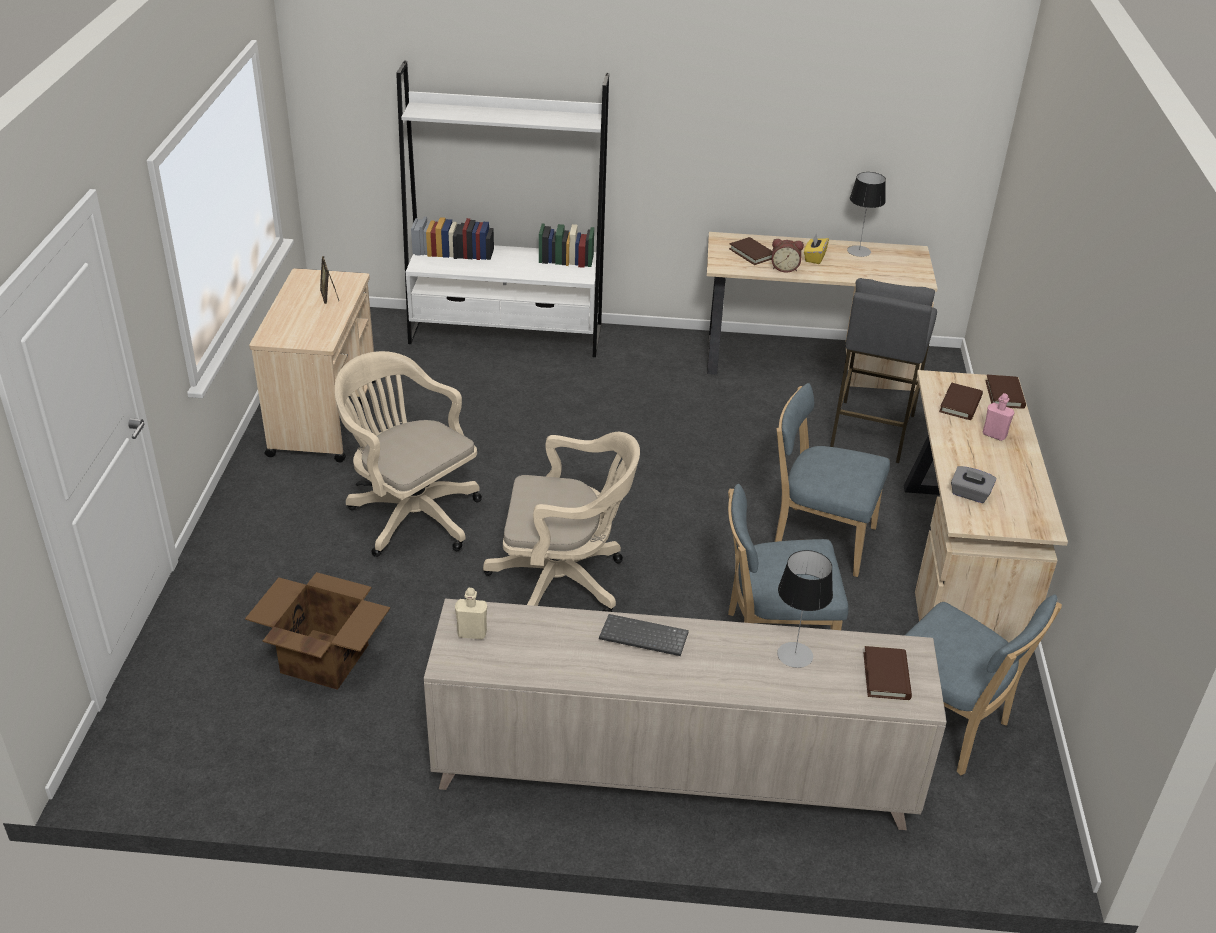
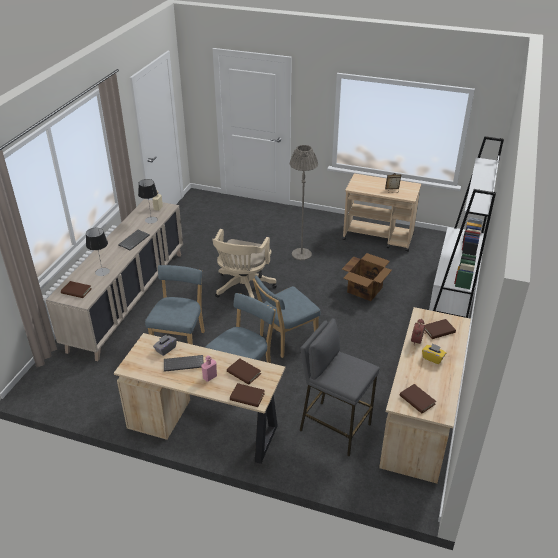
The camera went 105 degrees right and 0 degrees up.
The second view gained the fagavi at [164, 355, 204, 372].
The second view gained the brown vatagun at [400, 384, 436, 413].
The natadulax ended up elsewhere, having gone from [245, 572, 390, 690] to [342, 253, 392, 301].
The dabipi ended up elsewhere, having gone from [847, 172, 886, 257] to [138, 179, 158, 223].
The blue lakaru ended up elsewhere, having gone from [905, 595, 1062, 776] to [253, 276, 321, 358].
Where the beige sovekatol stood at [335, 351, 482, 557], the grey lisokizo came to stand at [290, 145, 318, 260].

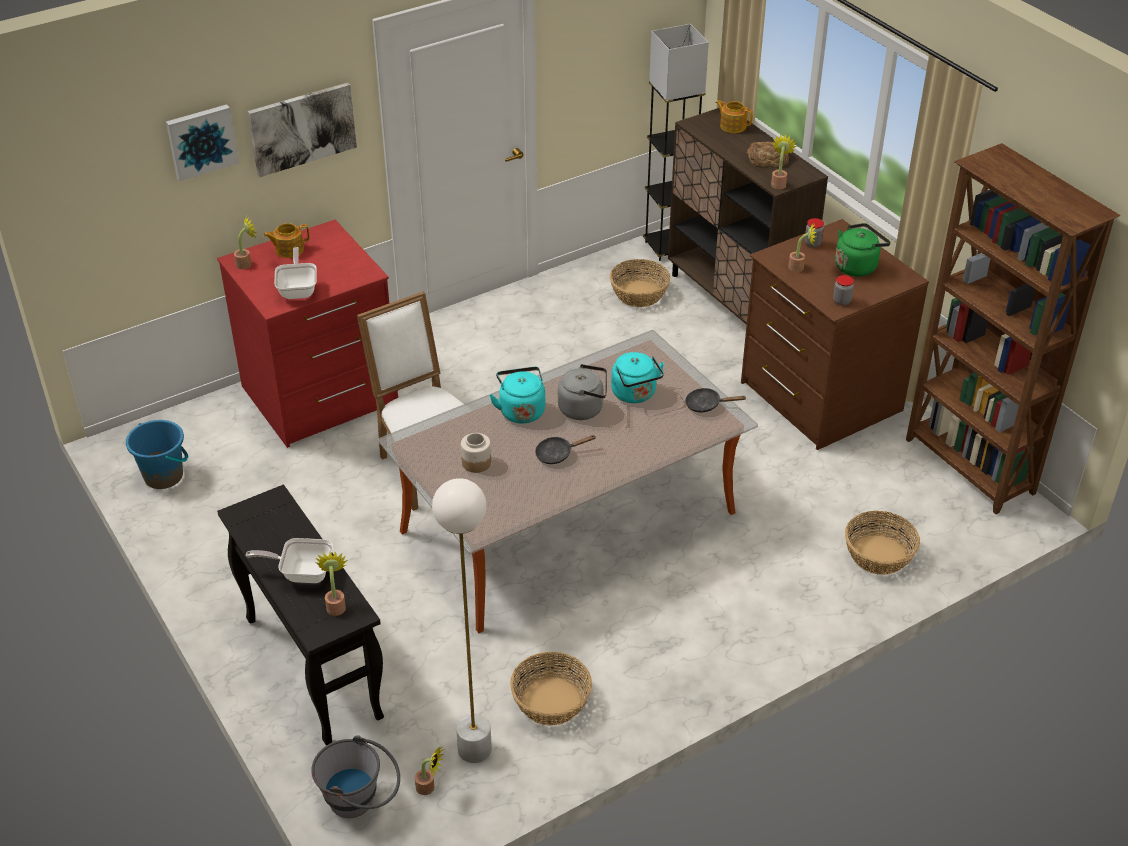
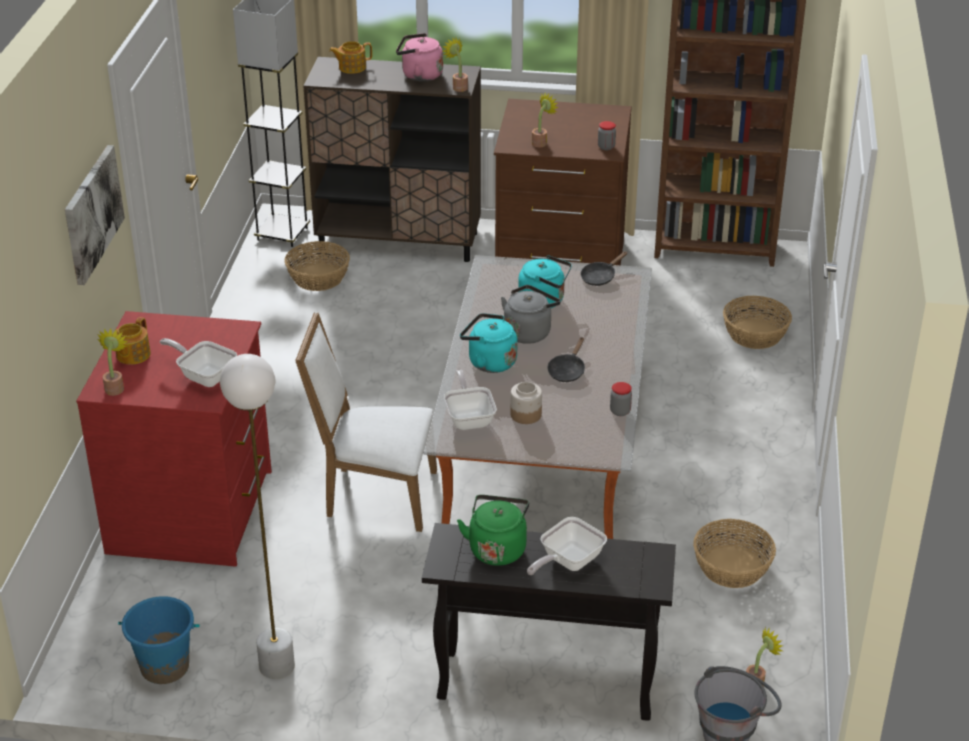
The camera went 50 degrees left and 5 degrees down.
The second view lost the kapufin at [166, 104, 239, 181].
The second view lost the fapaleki at [315, 551, 347, 616].
The second view gained the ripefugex at [444, 369, 497, 430].
The white lisokizo ended up elsewhere, having gone from [432, 478, 492, 763] to [220, 354, 295, 679].
The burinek ended up elsewhere, having gone from [805, 218, 824, 247] to [610, 382, 632, 416].
The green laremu ended up elsewhere, having gone from [835, 223, 891, 277] to [457, 495, 529, 566].
Where the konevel stood at [747, 141, 789, 168], the pink laremu came to stand at [396, 33, 443, 82].

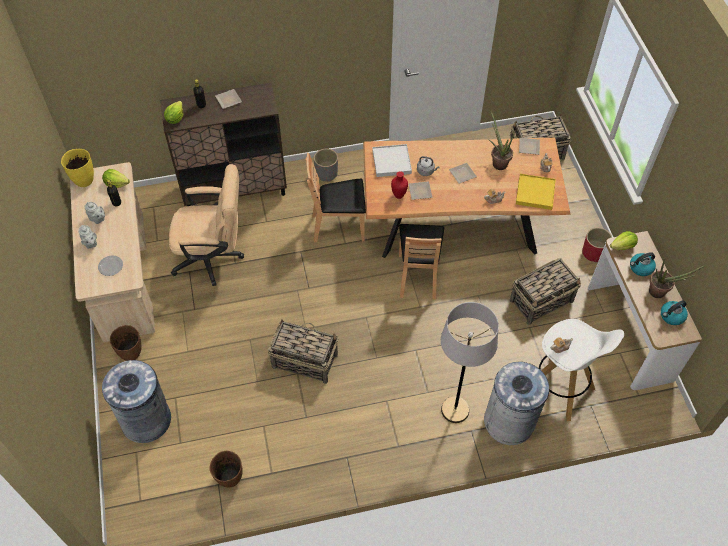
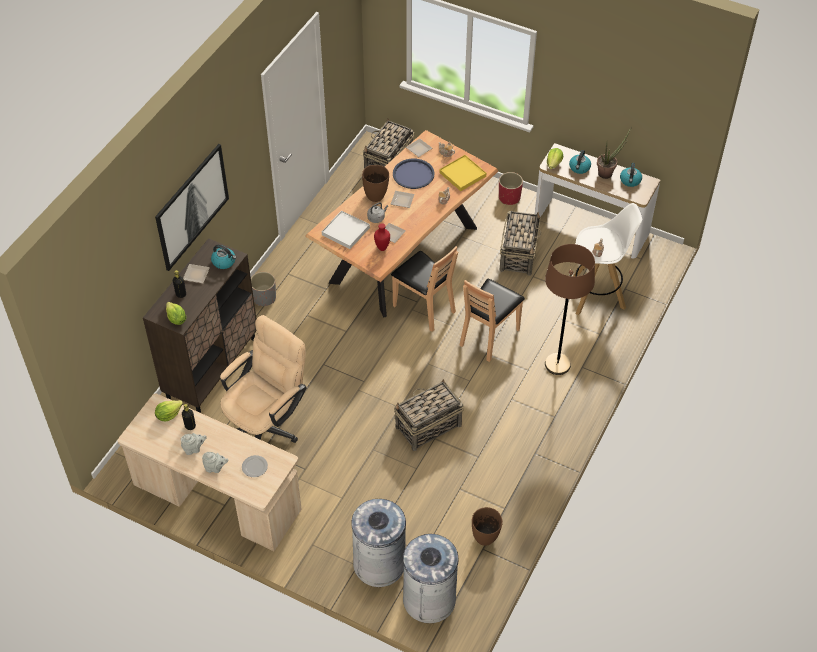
The camera went 50 degrees left and 5 degrees down.
The second view lost the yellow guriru at [61, 149, 94, 187].
The second view gained the kapufin at [155, 144, 229, 271].
The second view gained the laremu at [211, 245, 236, 269].
The brown guriru ended up elsewhere, having gone from [110, 325, 142, 361] to [362, 165, 389, 202].
The brown lakaru ended up elsewhere, having gone from [306, 153, 366, 242] to [460, 279, 525, 362].
The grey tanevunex ended up elsewhere, having gone from [484, 362, 549, 445] to [403, 534, 459, 623].
Where the fapaleki stood at [488, 110, 515, 170], the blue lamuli came to stand at [393, 159, 435, 189].
What was the grey lisokizo at [441, 302, 499, 423] turned into the brown lisokizo at [545, 244, 595, 375].

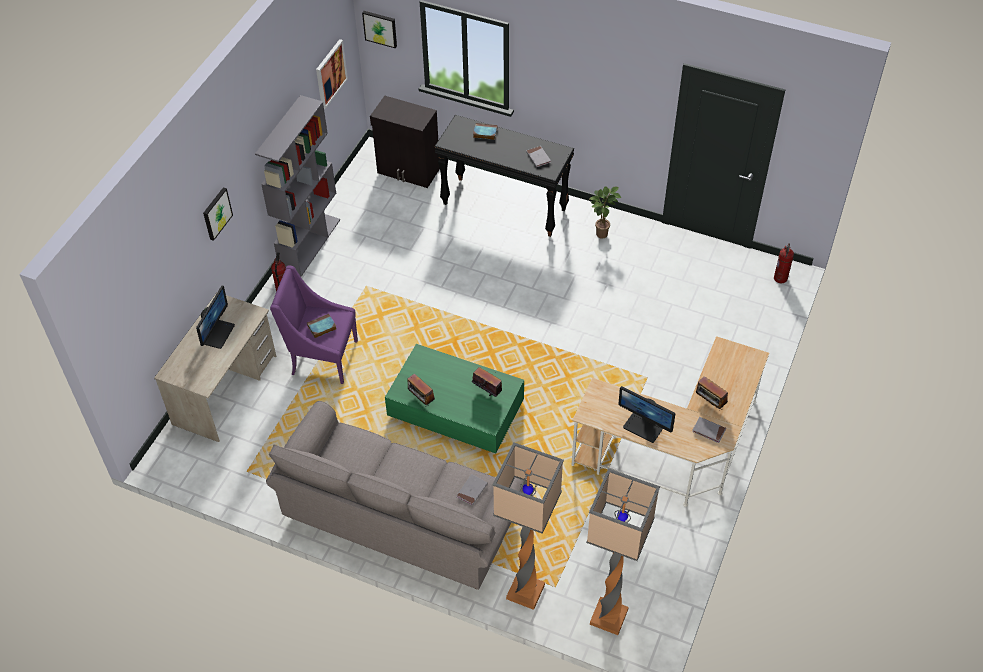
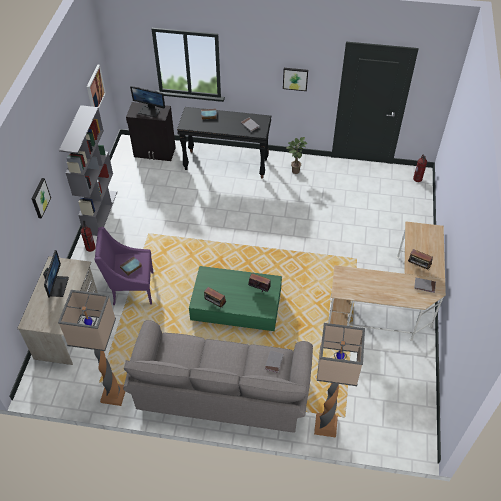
The camera went 15 degrees left and 0 degrees up.
The kapufin ended up elsewhere, having gone from [362, 11, 397, 48] to [283, 68, 308, 91].
The lisokizo ended up elsewhere, having gone from [586, 468, 660, 635] to [58, 290, 125, 406].
The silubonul ended up elsewhere, having gone from [618, 386, 675, 443] to [130, 86, 165, 117].

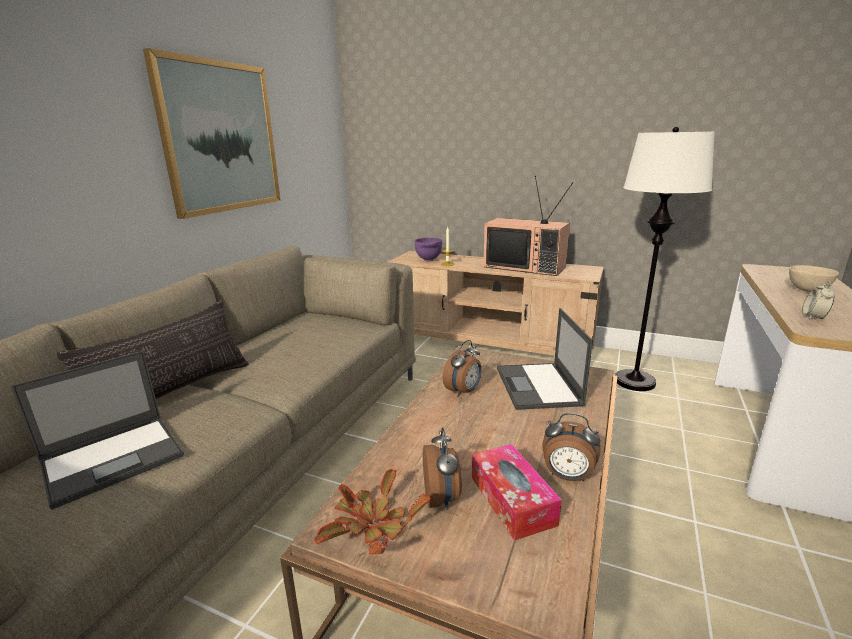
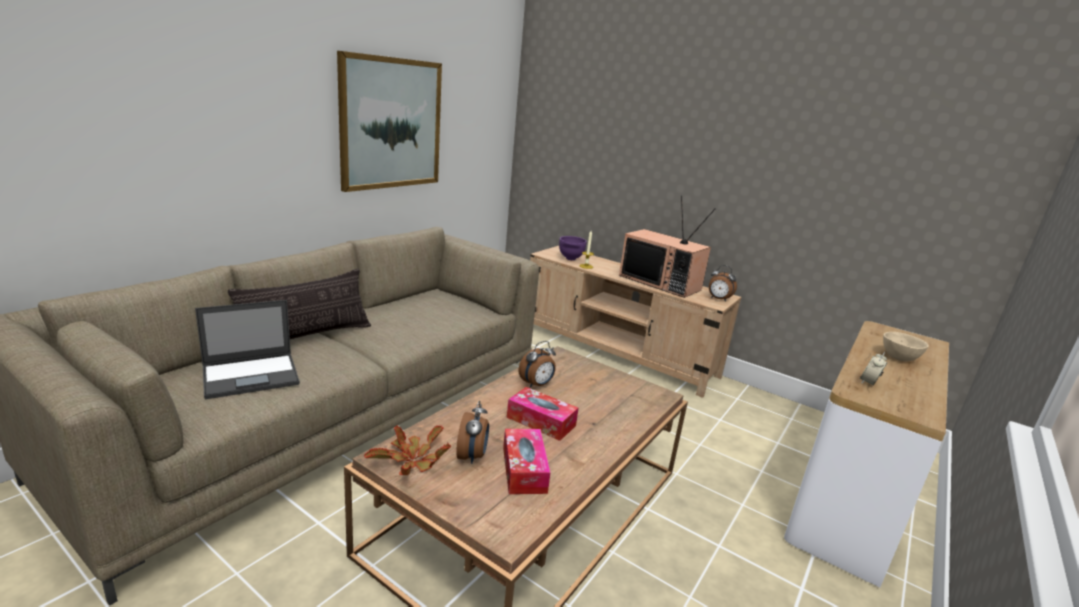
The camera went 10 degrees right and 0 degrees up.
The second view lost the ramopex at [497, 308, 593, 410].
The second view lost the white lisokizo at [615, 127, 715, 391].
The second view gained the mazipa at [507, 387, 578, 441].
The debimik ended up elsewhere, having gone from [542, 413, 600, 481] to [709, 265, 737, 302].

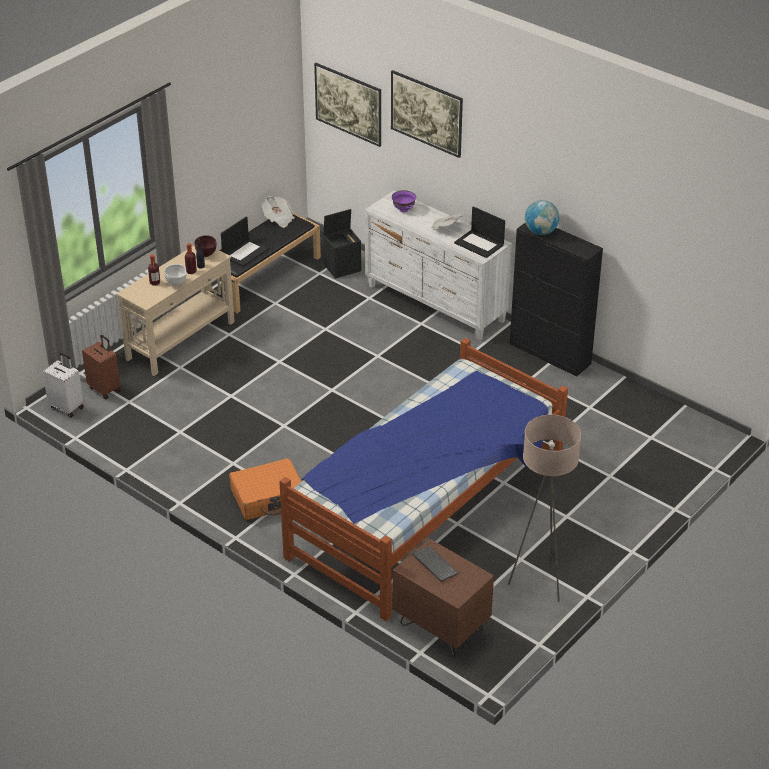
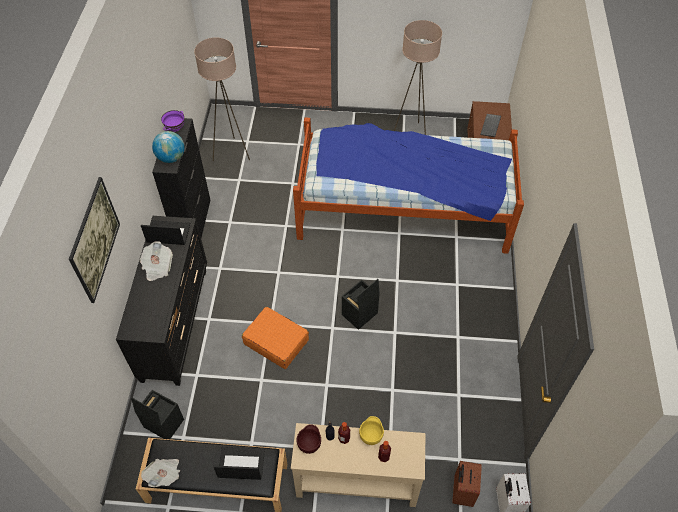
The camera went 125 degrees left and 15 degrees up.
The second view lost the kapufin at [314, 63, 381, 147].
The second view gained the beige lisokizo at [194, 37, 250, 161].
The second view gained the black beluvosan at [342, 279, 380, 330].
The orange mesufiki ended up elsewhere, having gone from [229, 458, 302, 520] to [242, 307, 309, 369].
The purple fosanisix ended up elsewhere, having gone from [392, 190, 416, 212] to [161, 110, 184, 132].
What was the white fosanisix at [164, 264, 187, 286] turned into the yellow fosanisix at [359, 416, 384, 445].
What was the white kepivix at [365, 191, 512, 341] turned into the black kepivix at [116, 216, 207, 386].
The ramopex at [454, 206, 505, 258] ended up facing another way, 90 degrees counterclockwise from before.

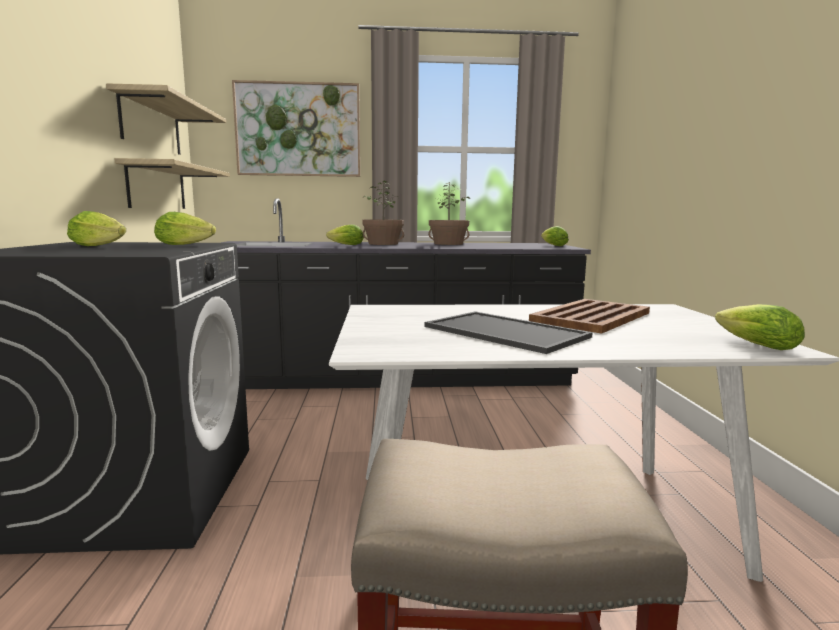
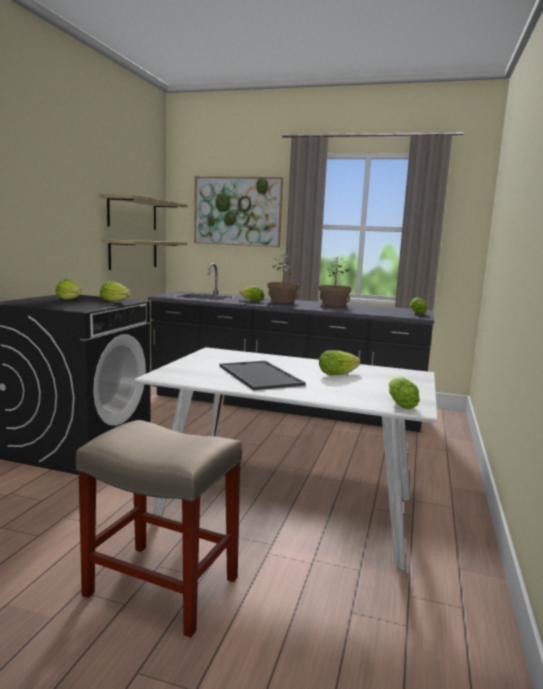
The camera went 20 degrees right and 0 degrees up.
Where the brown lamuli stood at [529, 299, 650, 334], the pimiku came to stand at [319, 350, 361, 375].

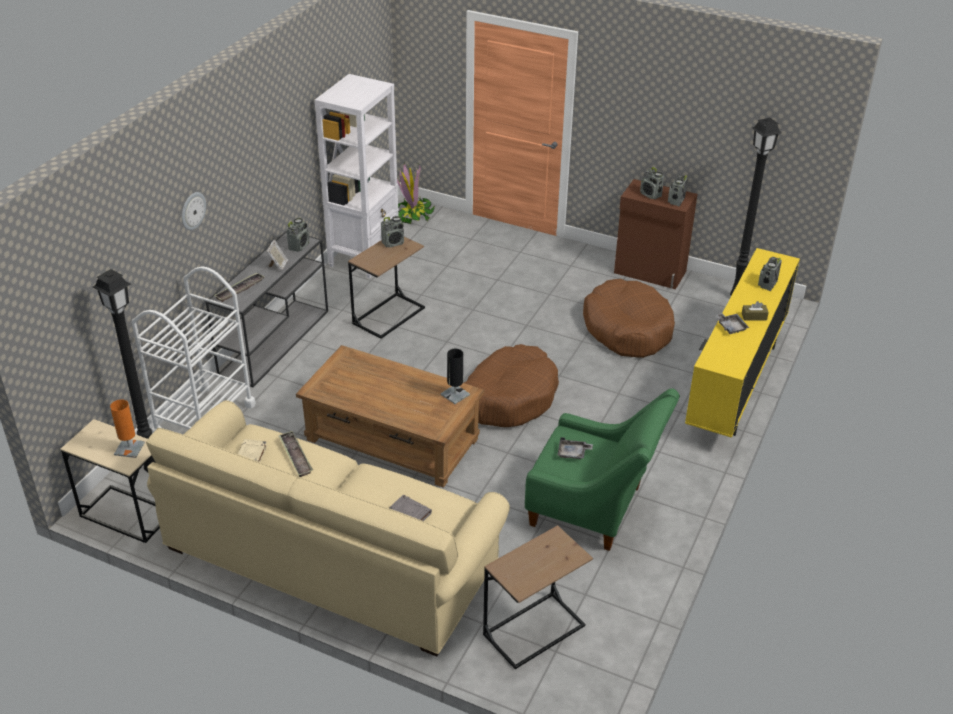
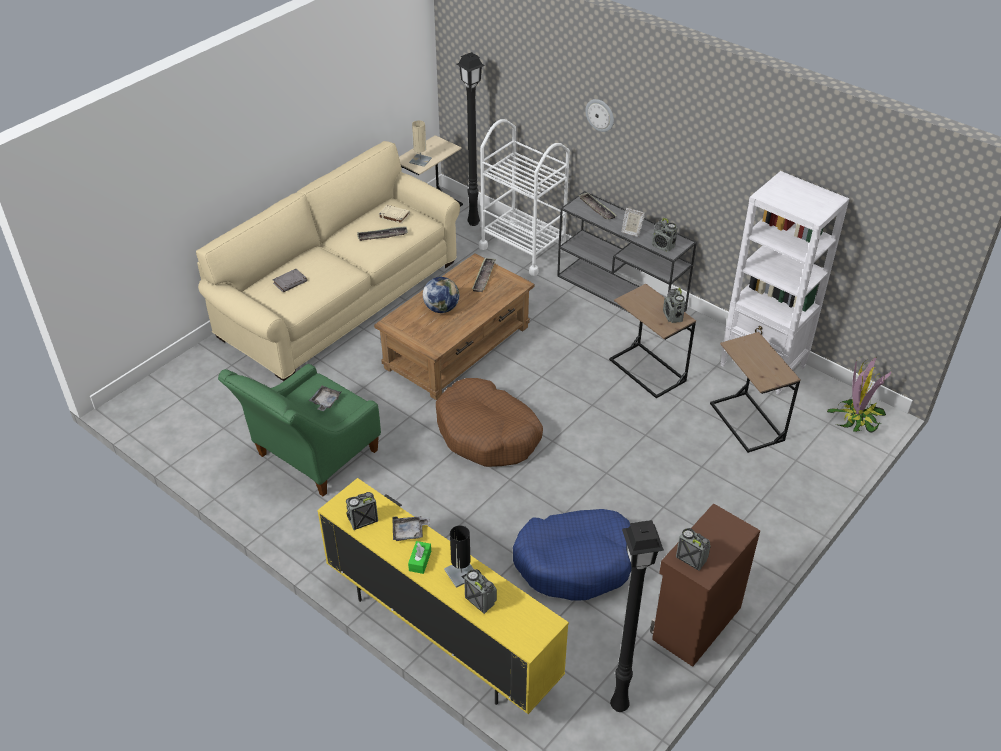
The camera went 105 degrees right and 5 degrees up.
The second view gained the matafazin at [423, 277, 459, 313].
The second view gained the lamuli at [472, 258, 496, 292].
The black dabipi ended up elsewhere, having gone from [441, 349, 470, 404] to [444, 525, 474, 588].
The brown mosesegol ended up elsewhere, having gone from [483, 525, 593, 669] to [710, 332, 801, 453].
The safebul ended up elsewhere, having gone from [640, 167, 664, 199] to [346, 492, 378, 530].
What was the orange dabipi at [110, 399, 145, 458] turned into the beige dabipi at [409, 120, 432, 167].
What was the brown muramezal at [583, 279, 675, 358] turned into the blue muramezal at [513, 509, 631, 601].
What was the brown mazipa at [742, 301, 769, 321] turned into the green mazipa at [408, 541, 431, 574].

